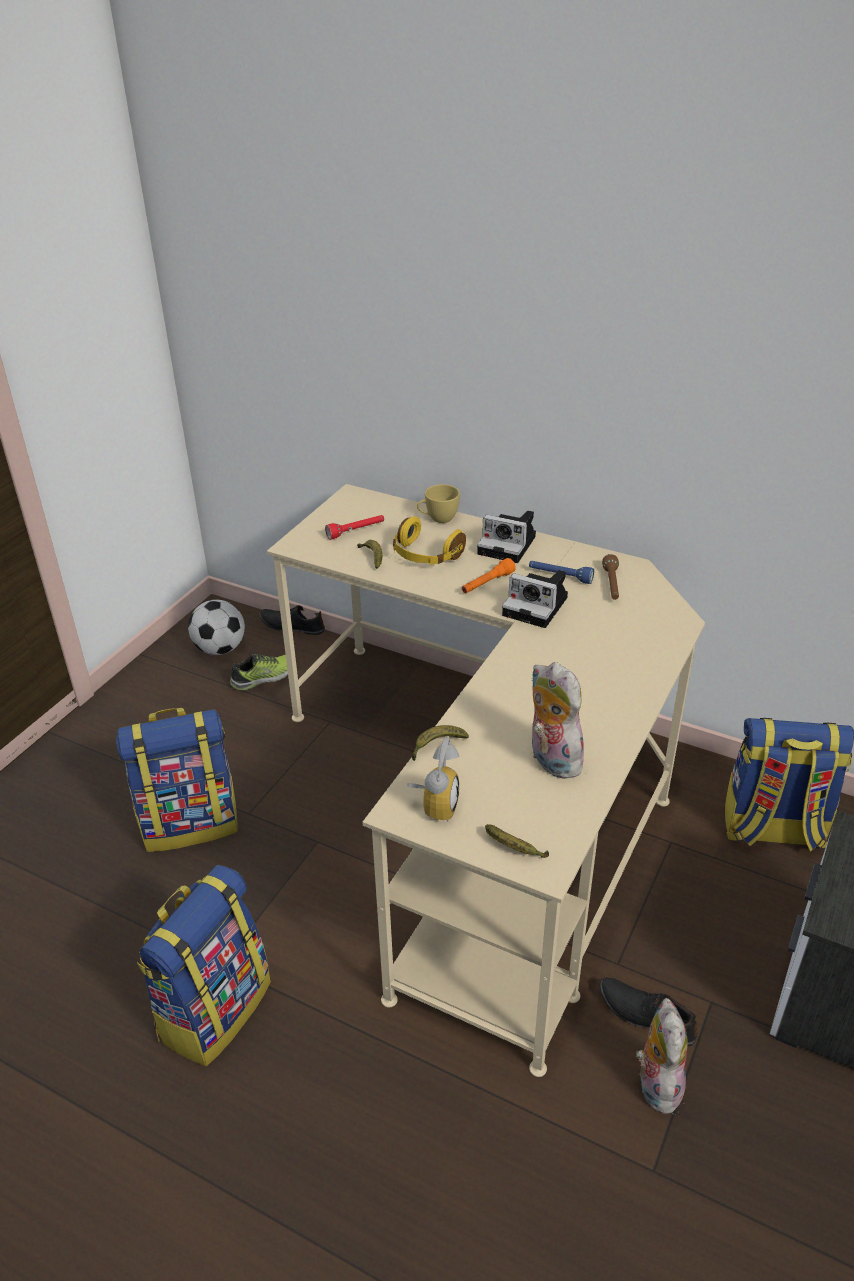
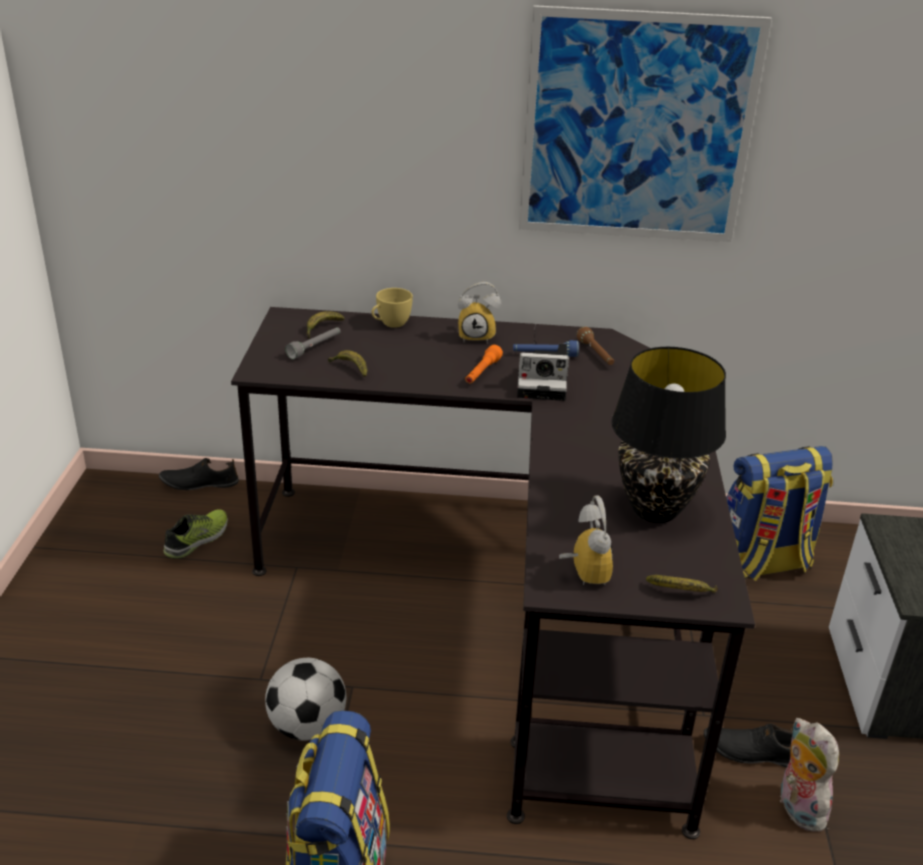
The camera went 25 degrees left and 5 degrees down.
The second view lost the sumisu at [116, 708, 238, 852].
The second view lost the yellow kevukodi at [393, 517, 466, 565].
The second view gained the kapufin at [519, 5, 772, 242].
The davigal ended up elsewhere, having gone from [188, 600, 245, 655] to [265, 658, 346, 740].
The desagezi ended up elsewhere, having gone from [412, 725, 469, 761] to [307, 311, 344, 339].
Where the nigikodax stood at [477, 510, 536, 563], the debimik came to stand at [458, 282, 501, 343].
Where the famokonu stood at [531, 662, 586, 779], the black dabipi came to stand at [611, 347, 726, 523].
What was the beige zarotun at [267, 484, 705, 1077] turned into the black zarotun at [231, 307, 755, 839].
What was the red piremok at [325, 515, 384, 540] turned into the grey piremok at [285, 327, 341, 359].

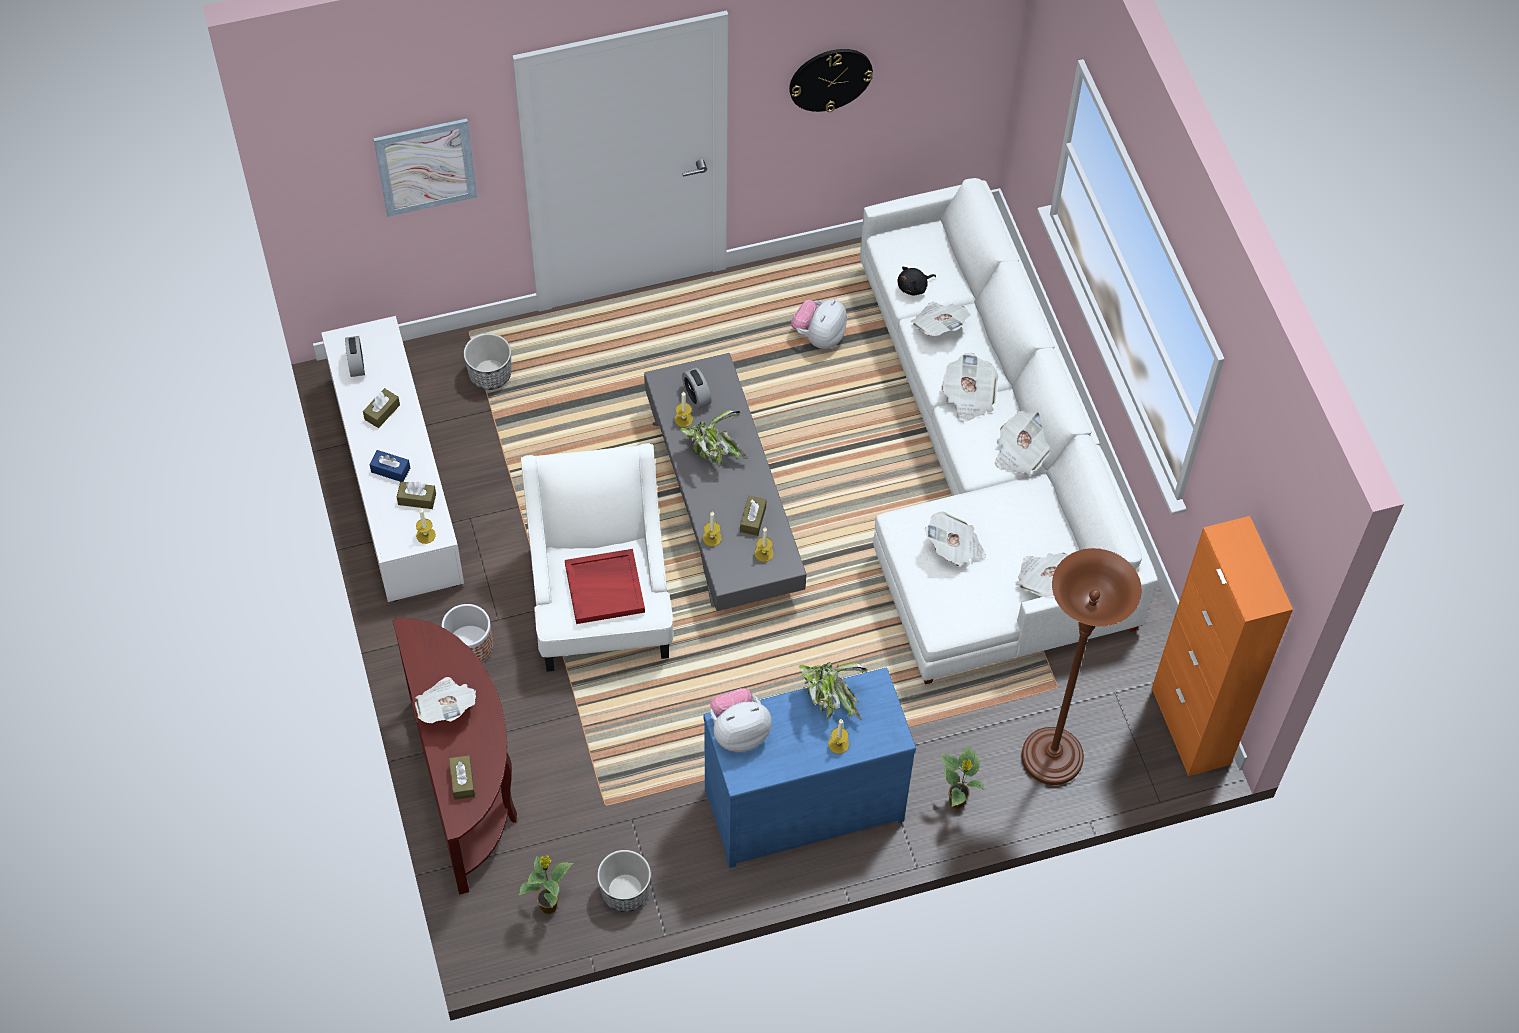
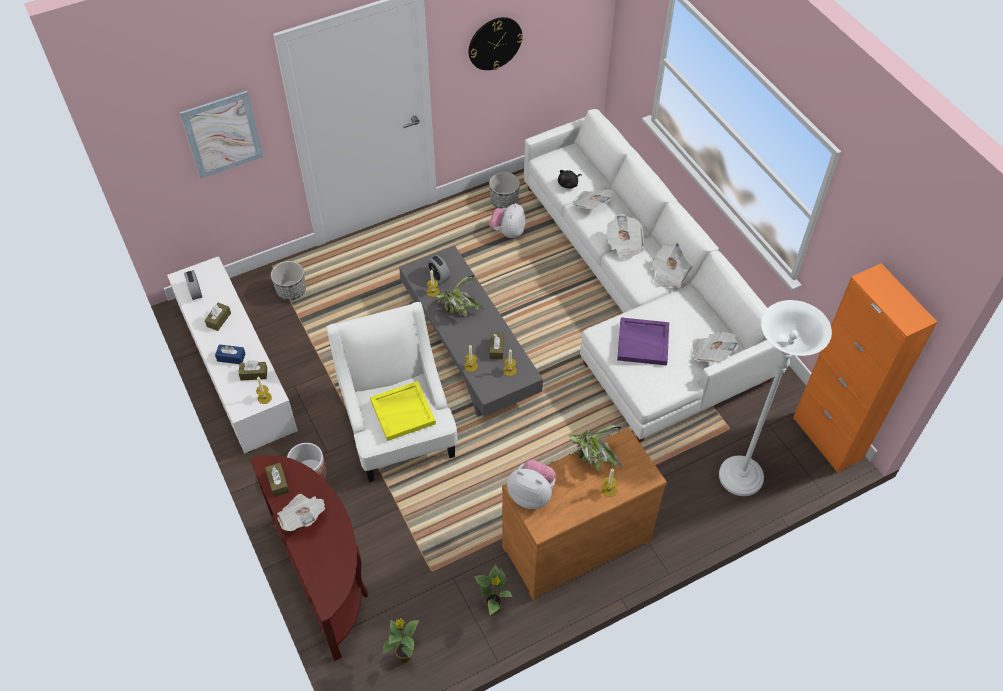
The camera went 10 degrees left and 5 degrees down.
The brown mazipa ended up elsewhere, having gone from [449, 755, 475, 800] to [265, 463, 289, 497].
The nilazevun ended up elsewhere, having gone from [597, 850, 651, 912] to [489, 172, 520, 209].
The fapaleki ended up elsewhere, having gone from [940, 745, 985, 809] to [474, 564, 513, 616].
Where the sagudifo stood at [925, 511, 986, 566], the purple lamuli came to stand at [617, 317, 669, 366].
What was the red lamuli at [565, 549, 645, 624] turned into the yellow lamuli at [370, 381, 436, 441].
What was the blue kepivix at [704, 667, 916, 868] turned into the brown kepivix at [502, 427, 667, 601].
What was the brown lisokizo at [1022, 548, 1142, 785] turned into the white lisokizo at [719, 300, 832, 496].
The famokonu at [710, 688, 772, 752] ended up facing another way, 60 degrees clockwise from before.

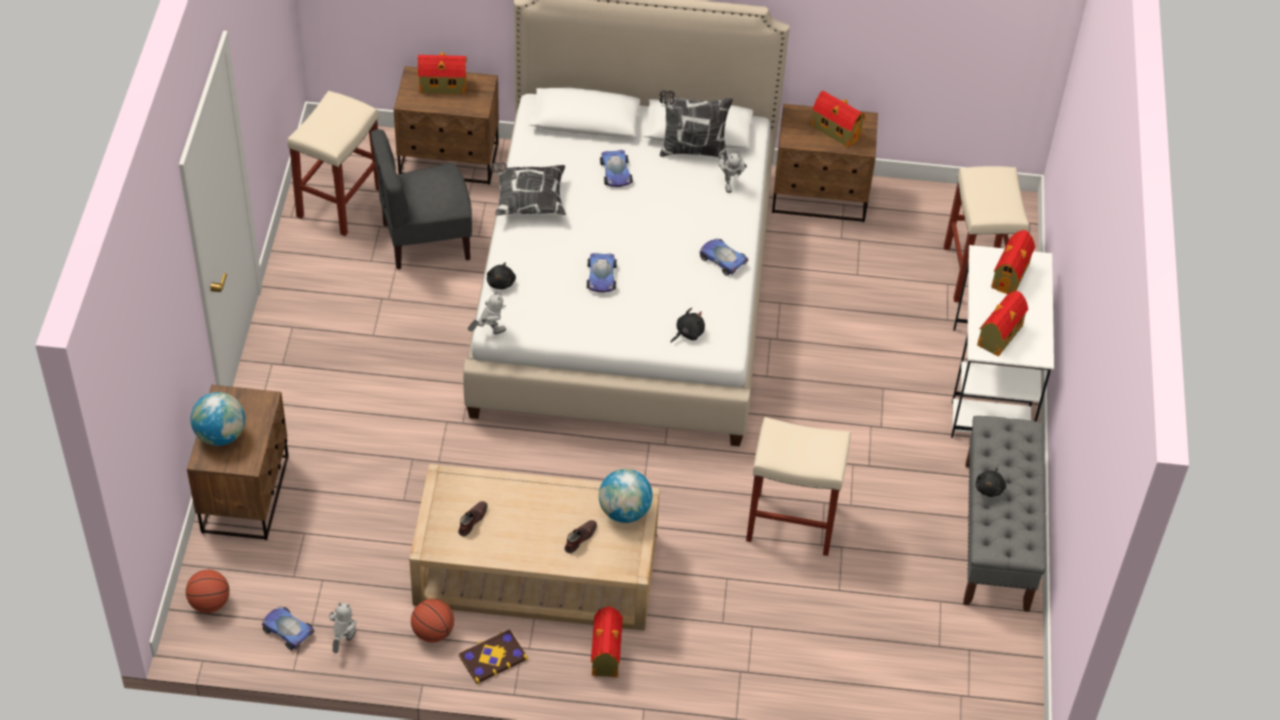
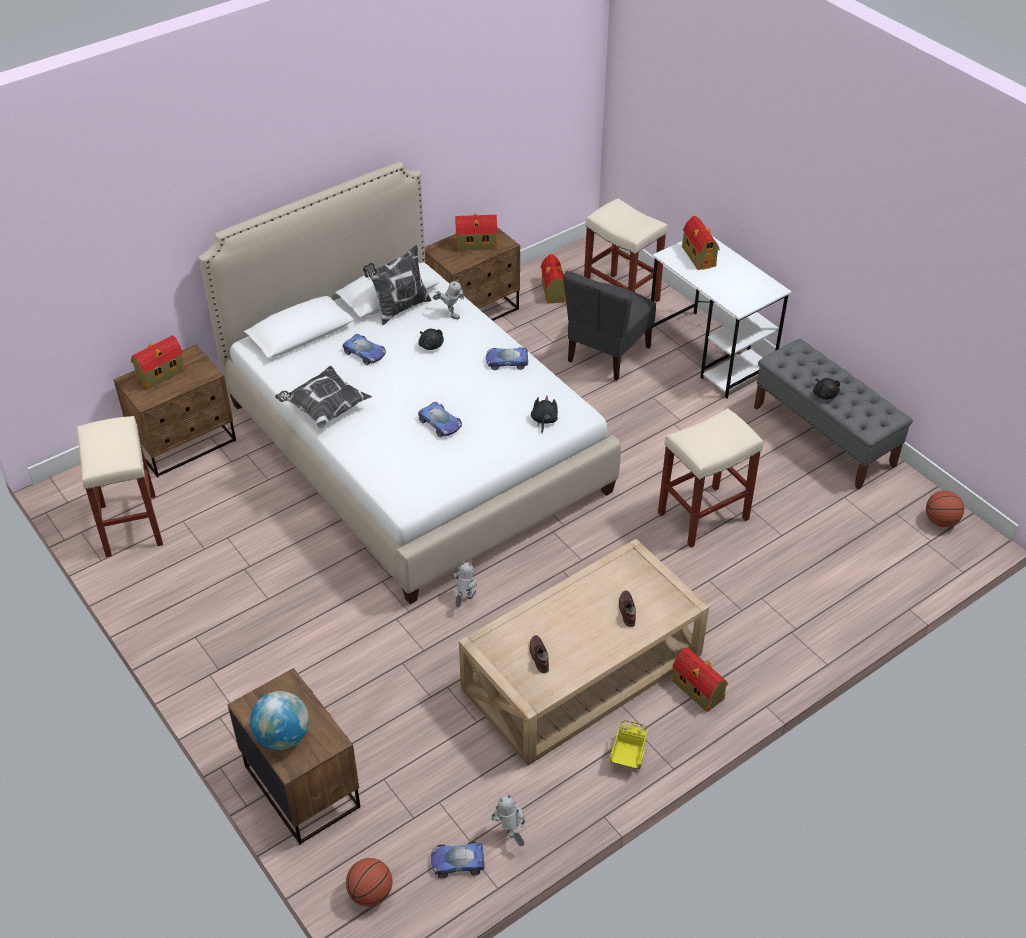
The camera went 40 degrees left and 5 degrees down.
The second view lost the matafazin at [599, 469, 653, 523].
The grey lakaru ended up elsewhere, having gone from [371, 129, 472, 269] to [563, 271, 656, 380].
The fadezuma ended up elsewhere, having gone from [411, 599, 454, 643] to [926, 490, 964, 527].
The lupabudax ended up elsewhere, having gone from [468, 291, 506, 334] to [453, 561, 477, 607].
The black famokonu ended up elsewhere, having gone from [487, 263, 516, 290] to [418, 329, 444, 350].
The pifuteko ended up elsewhere, having gone from [977, 291, 1028, 356] to [541, 254, 565, 304].
Where the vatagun stood at [459, 629, 528, 684], the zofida came to stand at [610, 720, 648, 770].

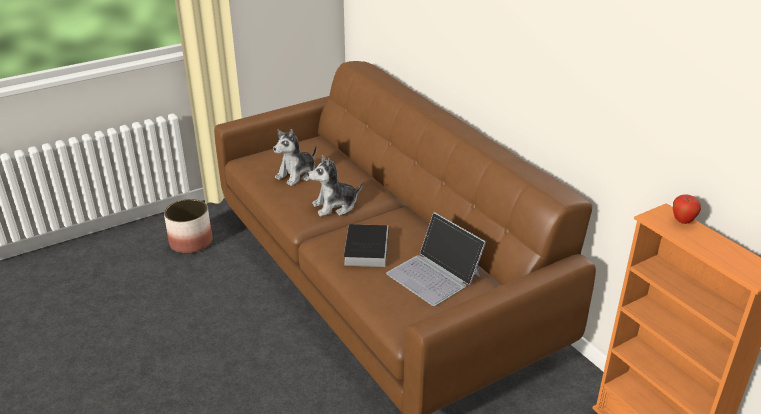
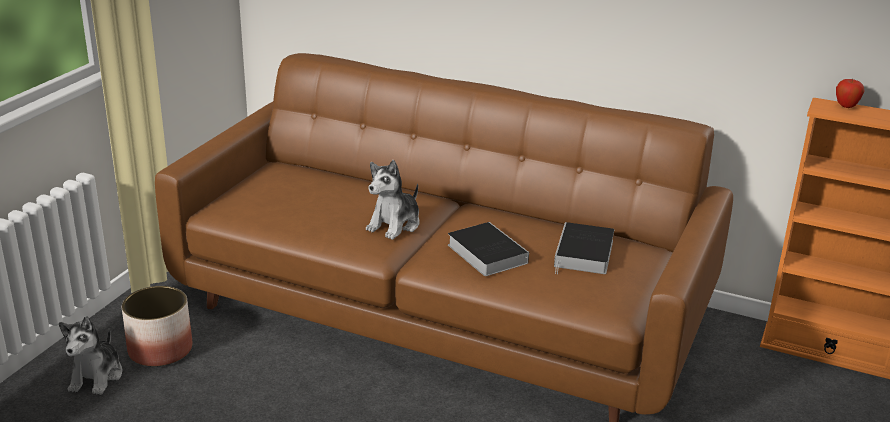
The camera went 35 degrees left and 5 degrees down.
The famokonu ended up elsewhere, having gone from [273, 129, 316, 186] to [59, 316, 122, 395].
Where the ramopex stood at [386, 212, 486, 306], the vatagun came to stand at [554, 222, 614, 275].

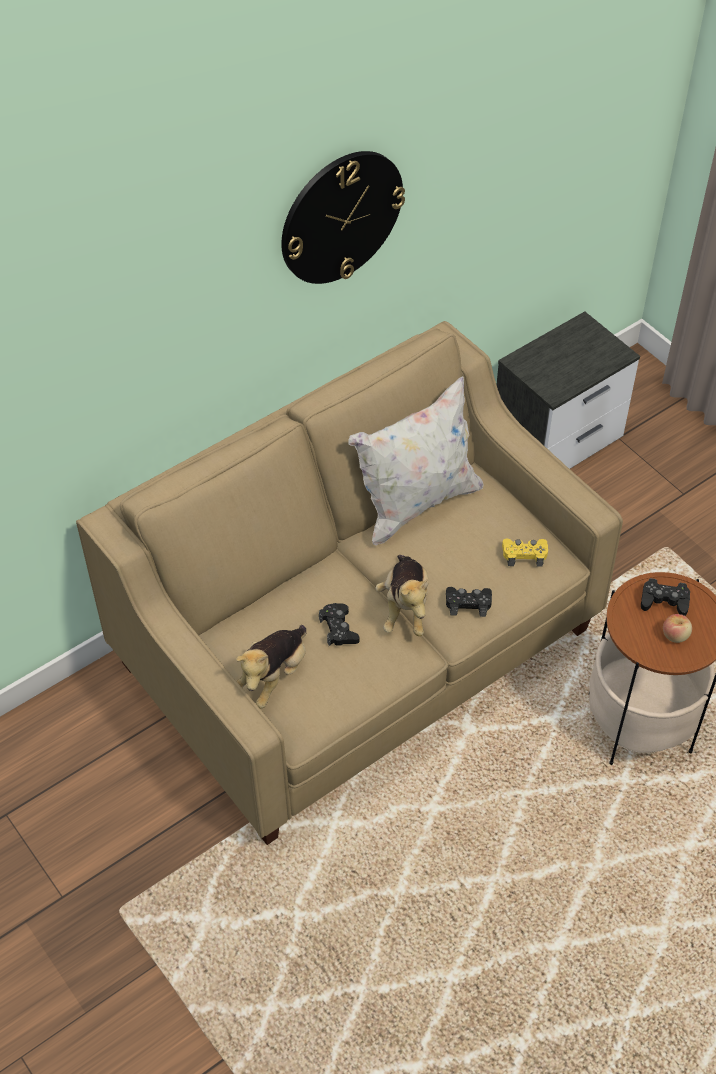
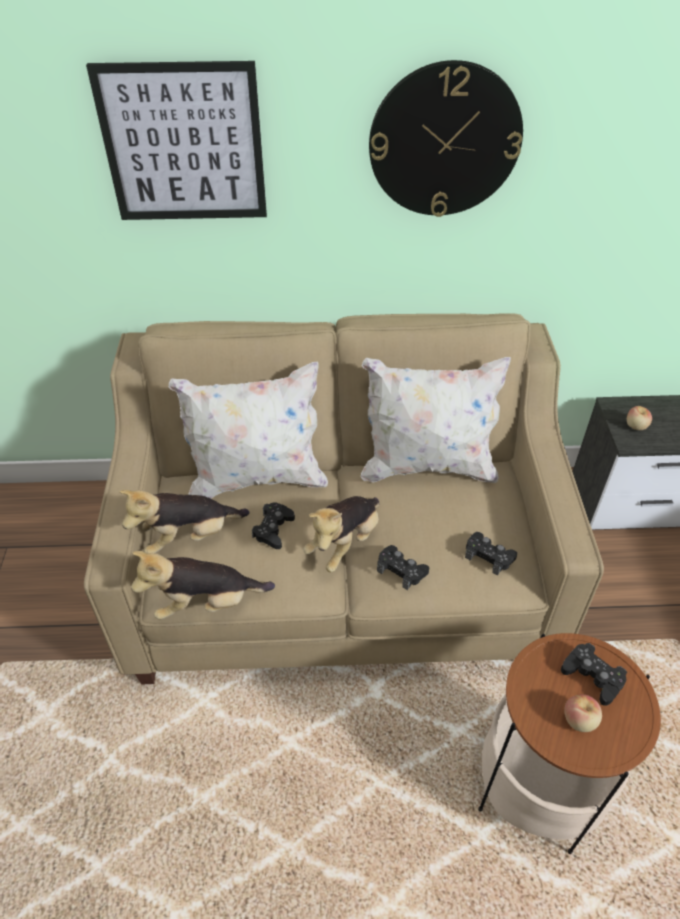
The camera went 35 degrees right and 5 degrees down.
The second view gained the kapufin at [86, 61, 267, 220].
The second view gained the famokonu at [131, 551, 275, 619].
The second view gained the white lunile at [169, 362, 328, 499].
The second view gained the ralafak at [627, 406, 652, 430].
What was the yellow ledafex at [502, 539, 548, 566] turned into the black ledafex at [465, 532, 517, 575].

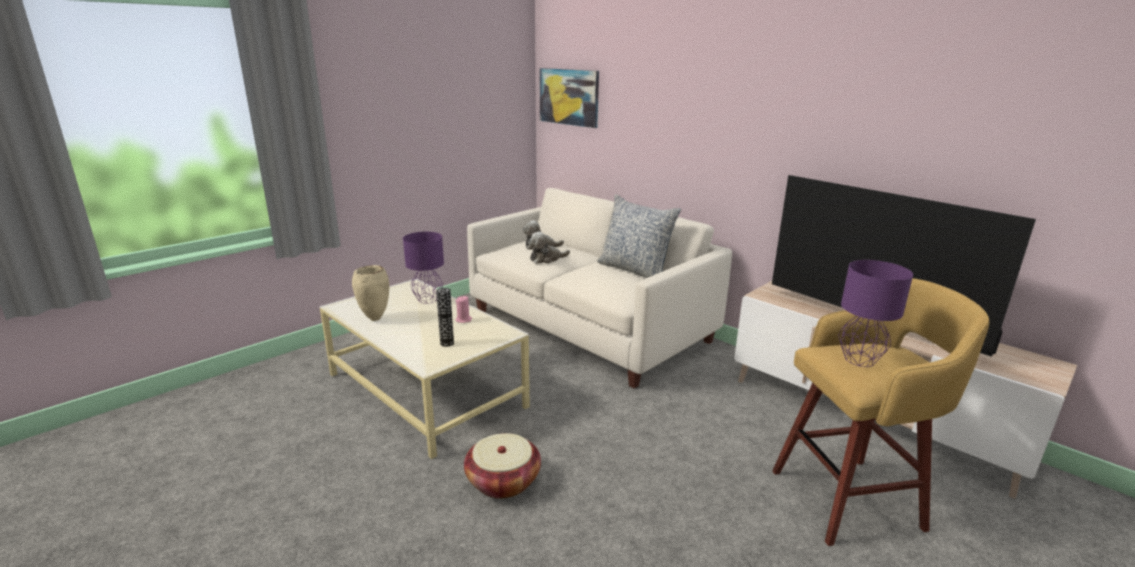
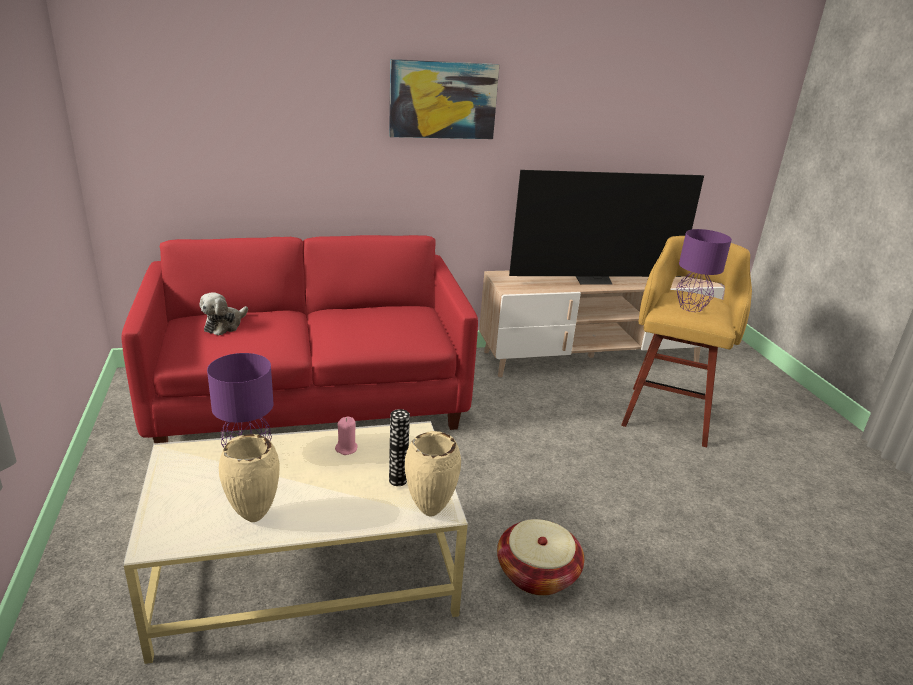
The camera went 60 degrees left and 5 degrees up.
The second view lost the famokonu at [528, 232, 570, 264].
The second view lost the lunile at [597, 194, 681, 278].
The second view gained the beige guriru at [405, 431, 461, 516].
The kapufin ended up elsewhere, having gone from [540, 68, 599, 128] to [389, 59, 499, 139].
What was the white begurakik at [467, 188, 732, 389] turned into the red begurakik at [121, 235, 478, 443].

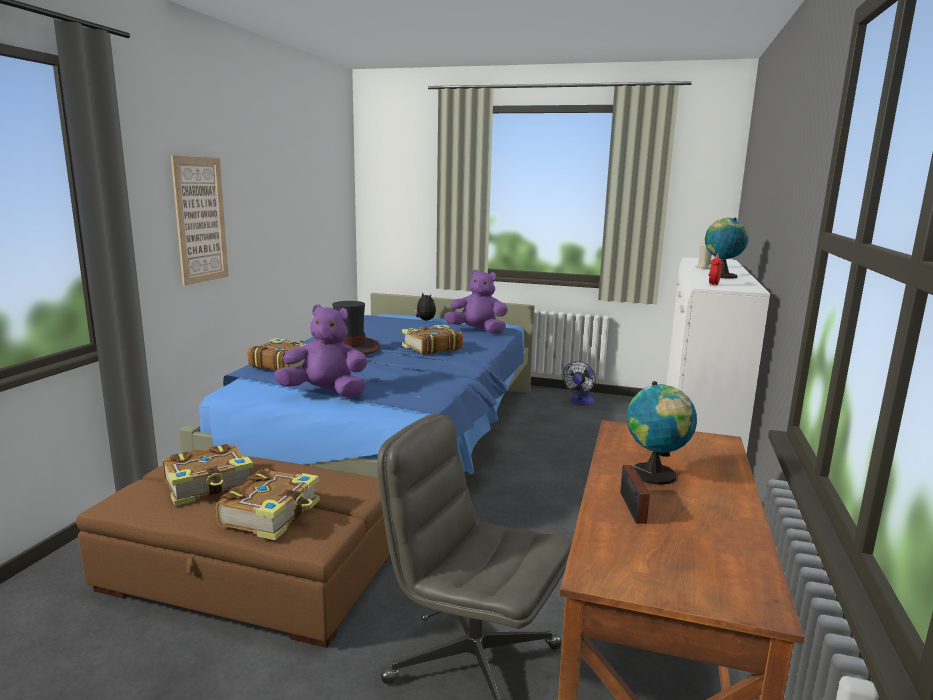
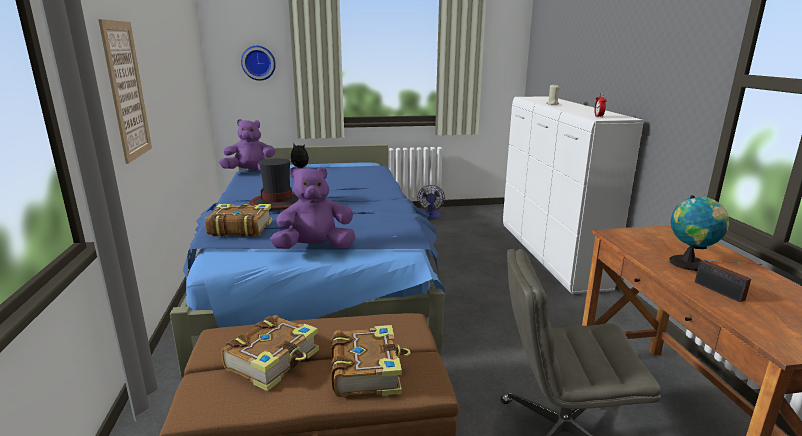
The camera went 25 degrees left and 5 degrees up.
The second view lost the vatagun at [402, 324, 463, 355].
The second view lost the matafazin at [705, 218, 749, 279].
The second view gained the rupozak at [241, 46, 276, 81].
The purple famokonu ended up elsewhere, having gone from [444, 270, 508, 334] to [219, 119, 275, 171].

